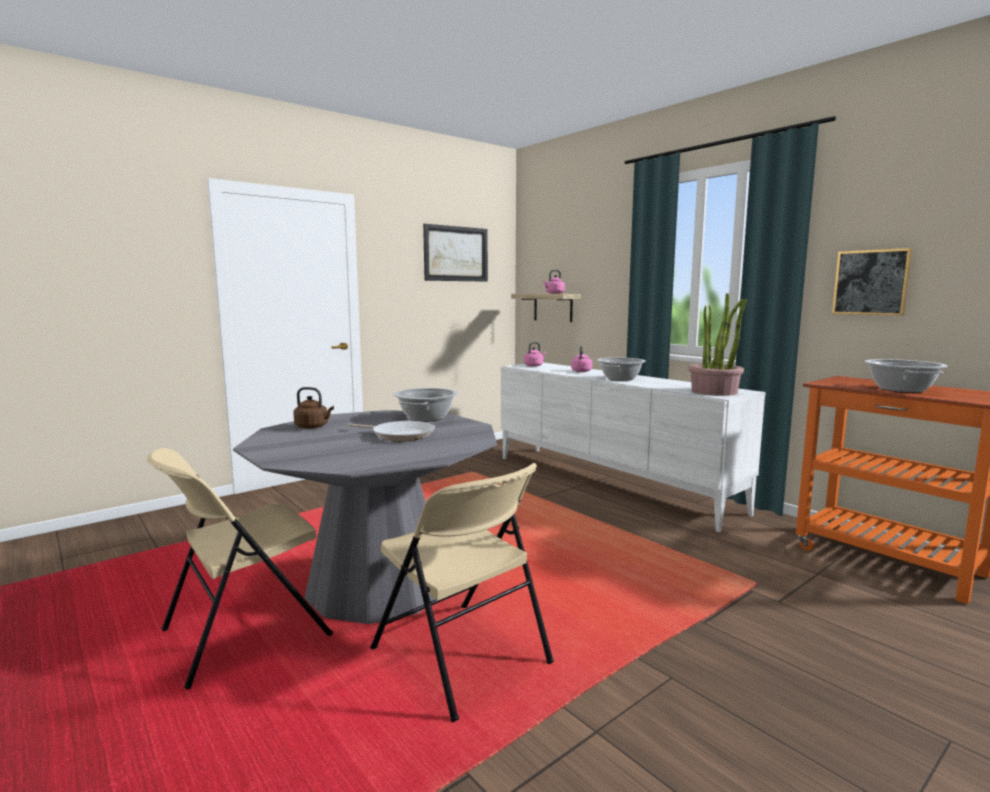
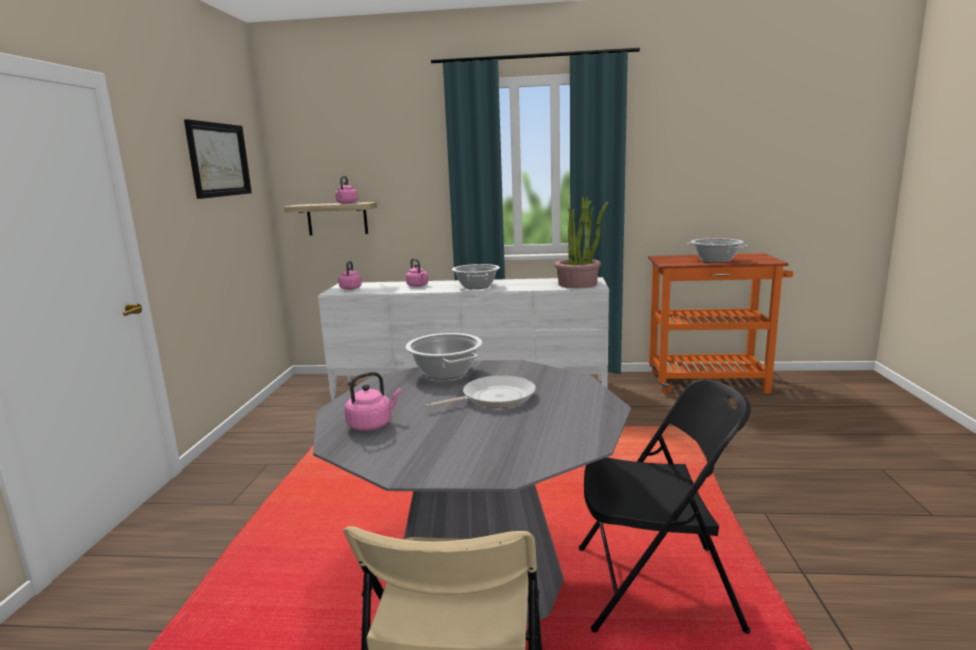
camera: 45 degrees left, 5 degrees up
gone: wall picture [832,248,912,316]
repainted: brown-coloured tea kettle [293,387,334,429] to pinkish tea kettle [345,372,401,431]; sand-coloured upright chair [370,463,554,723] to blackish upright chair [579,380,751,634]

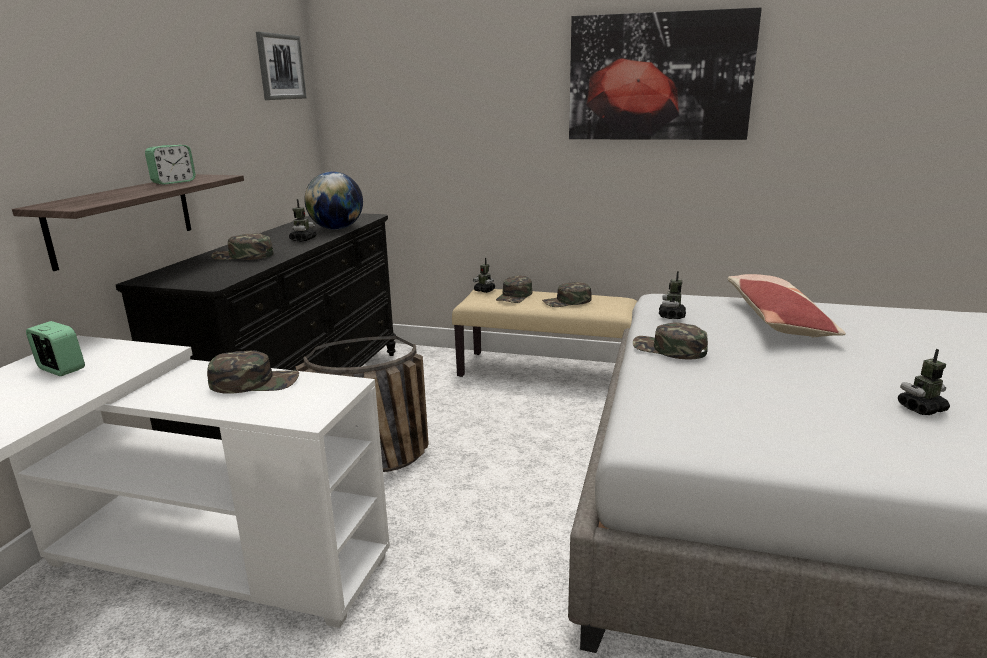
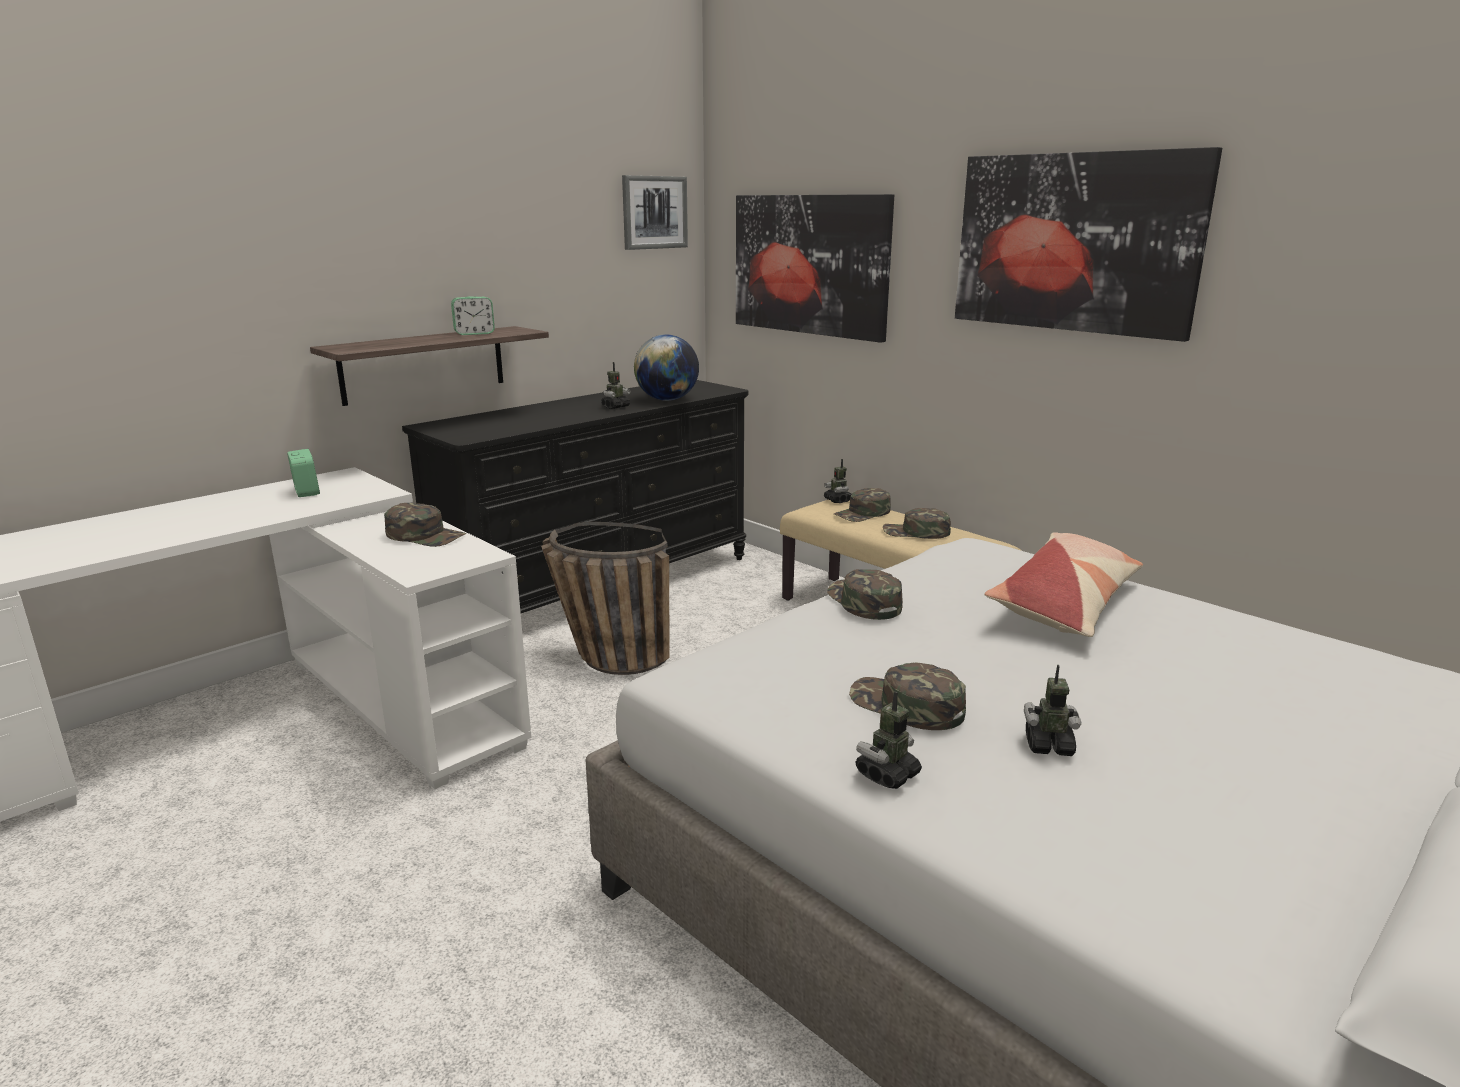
camera: 30 degrees right, 0 degrees up
new: wall picture [736,194,894,343]
shifted: green-coloured peaked cap [211,233,273,260] to [849,663,966,730]; model robot [659,271,686,319] to [855,691,922,789]

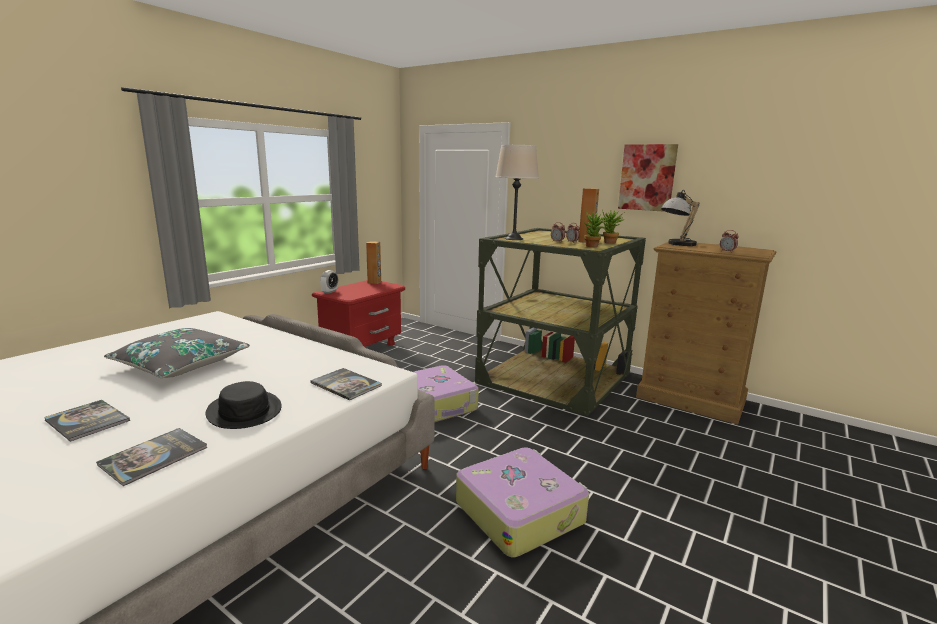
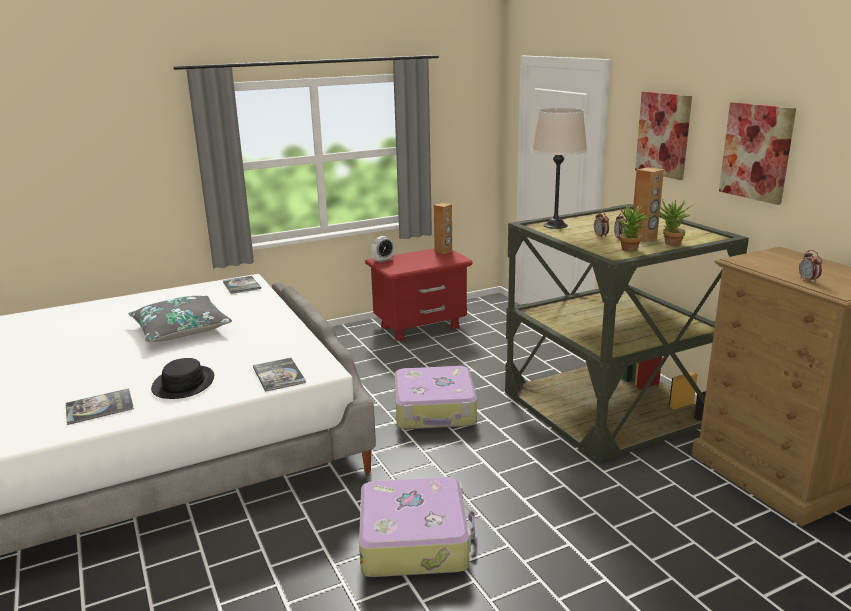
camera: 30 degrees right, 5 degrees up
gone: table lamp [661,190,700,246]
new: wall picture [635,91,692,180]
shifted: volume [44,400,130,442] to [223,276,261,294]

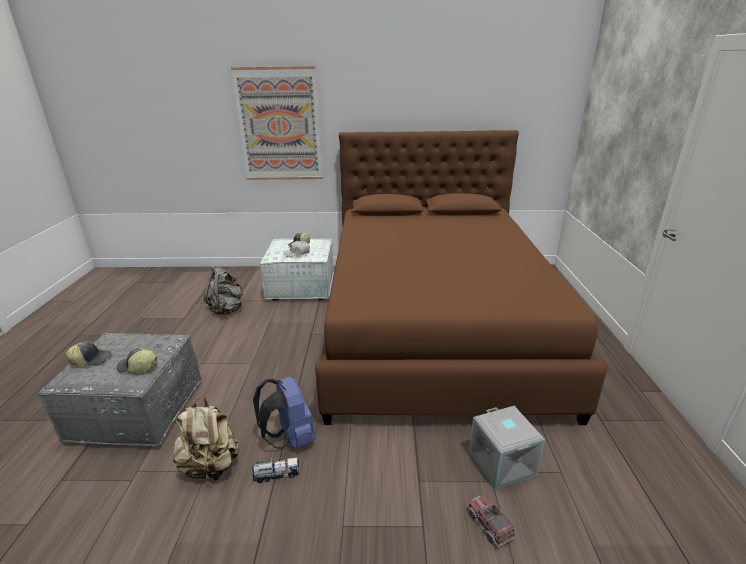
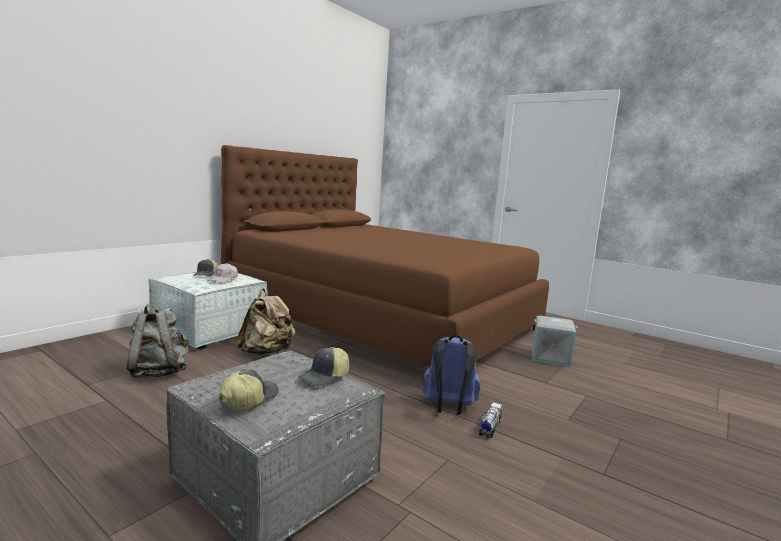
camera: 55 degrees left, 15 degrees down
gone: wall picture [231,66,323,180]; model truck [467,495,516,548]
shifted: sand-coloured rucksack [173,397,239,482] to [237,288,295,355]

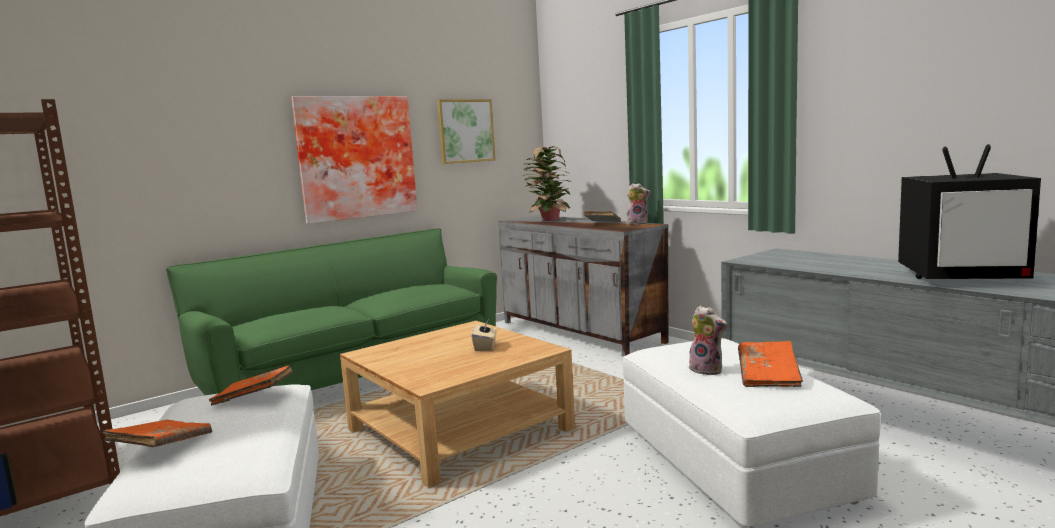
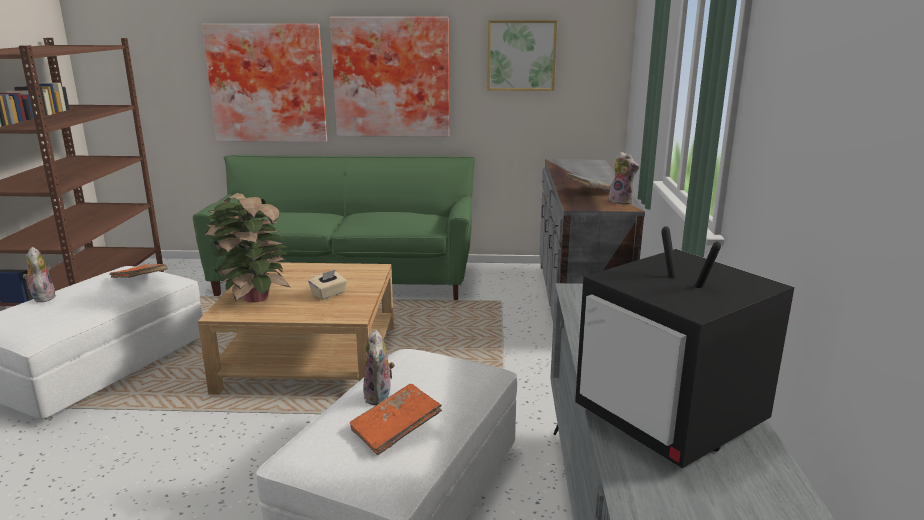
camera: 40 degrees right, 10 degrees up
new: wall picture [202,24,327,142]
shifted: plant in a pot [523,146,571,221] to [203,193,290,303]
swapped: orange-coloured volume [102,420,212,447] to soft toy [23,247,56,302]

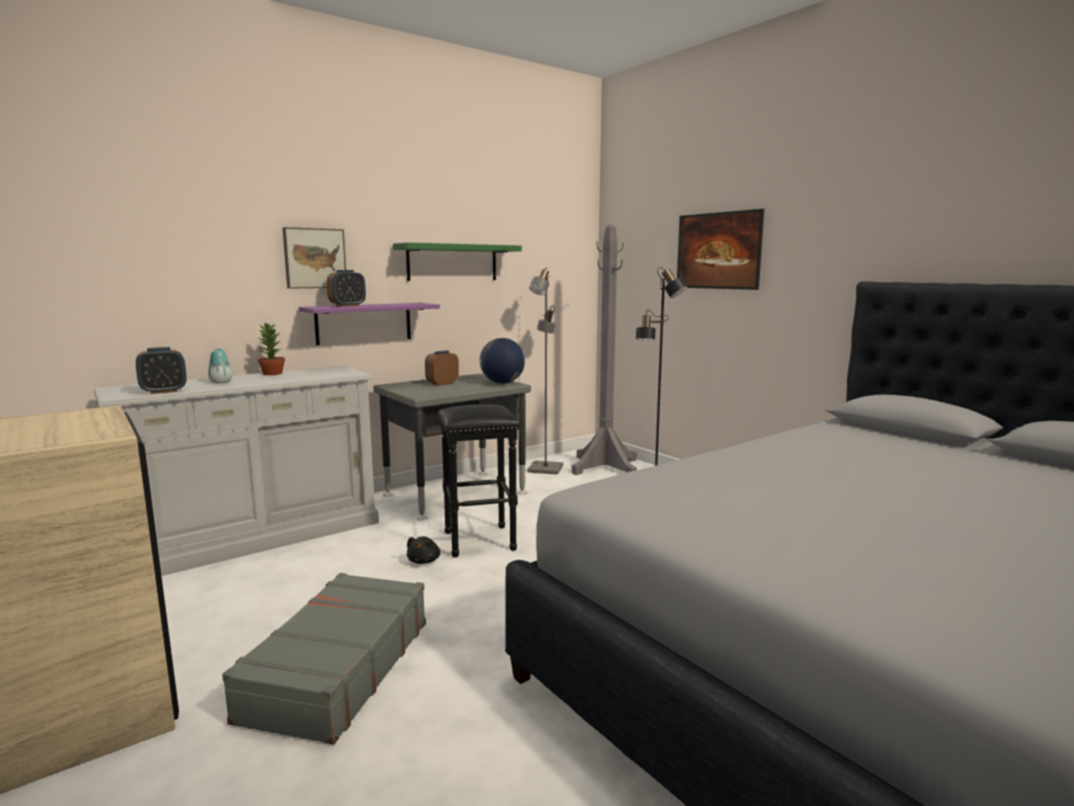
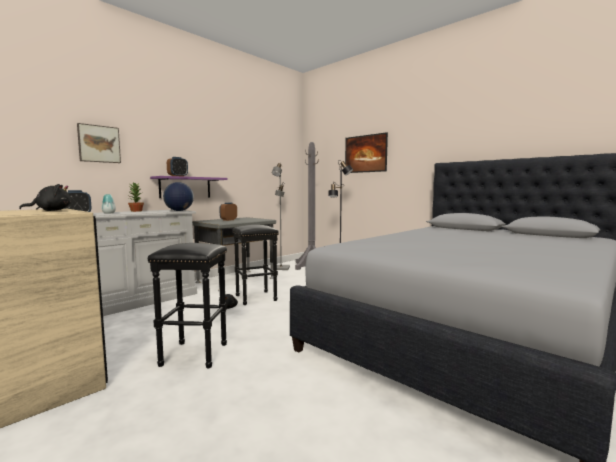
camera: 10 degrees left, 5 degrees down
gone: green-coloured bracket shelf [393,242,522,281]
new: blackish soft toy [19,184,71,211]
shifted: wall picture [283,227,346,289] to [77,123,121,163]; world globe [480,338,525,383] to [163,182,194,211]
swapped: gray travel case [222,573,426,745] to blackish stool [148,243,227,368]

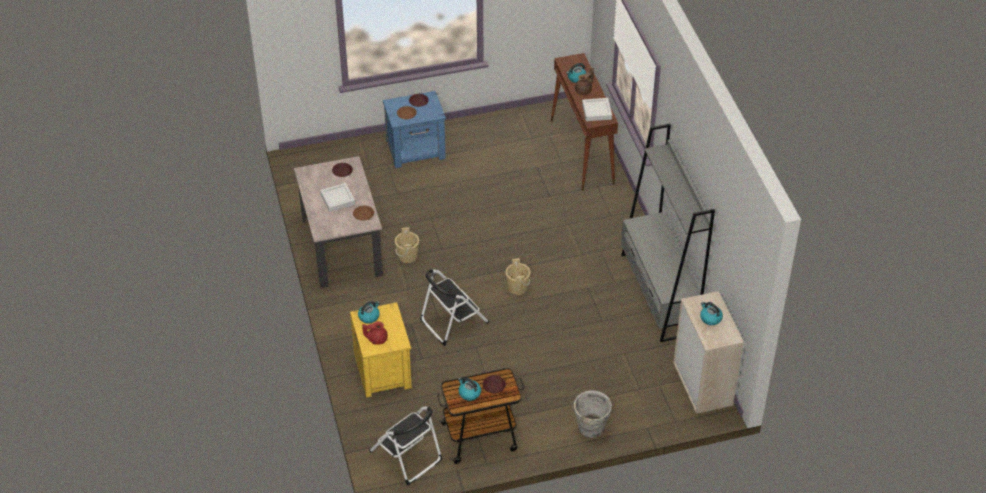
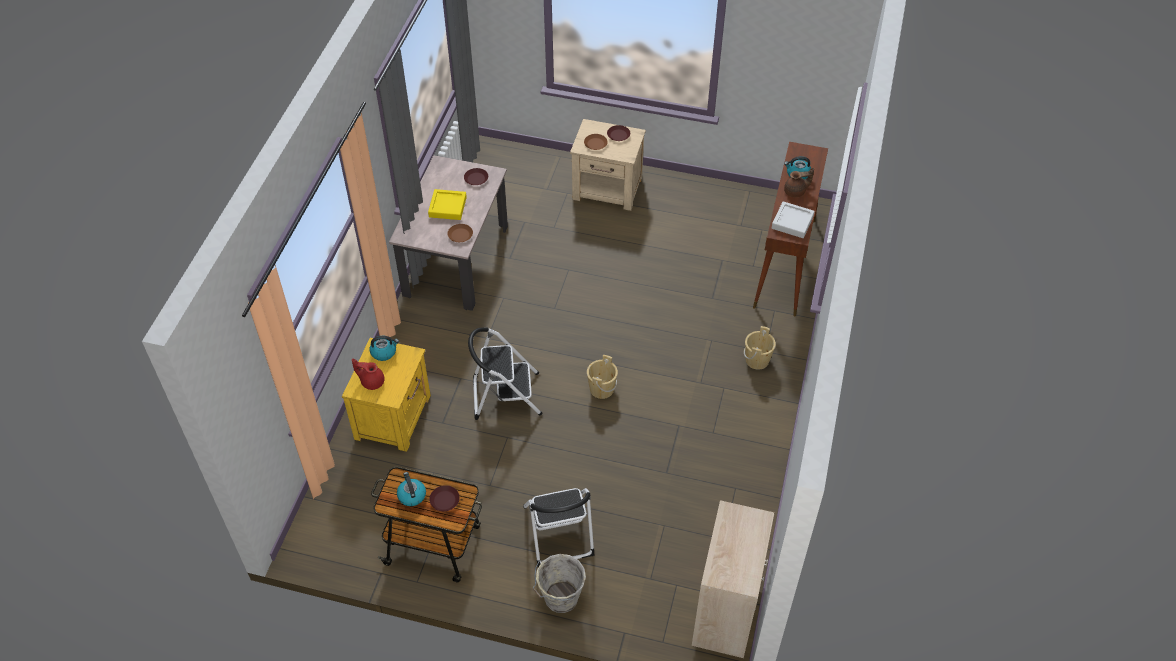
camera: 30 degrees right, 5 degrees up
gone: gray bookcase [621,124,715,342]; tea kettle [700,302,723,325]
shifted: stepladder [369,407,443,486] to [523,488,594,567]; sand-coloured bucket [395,227,419,263] to [744,326,776,370]
repainted: gray tray [320,183,355,212] to yellowish tray [428,189,467,220]; bluish night table [383,91,446,168] to sand-coloured night table [570,119,646,211]

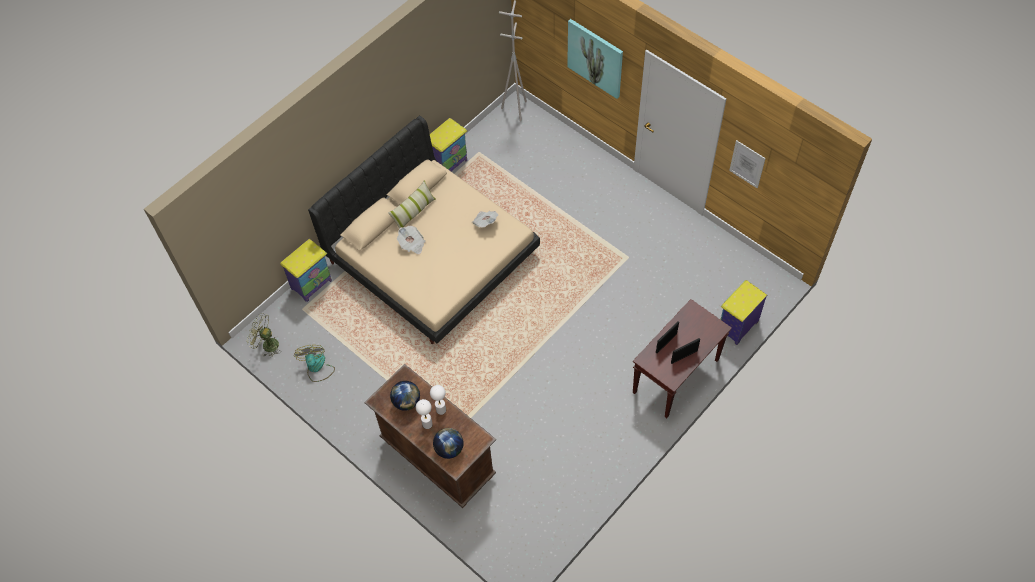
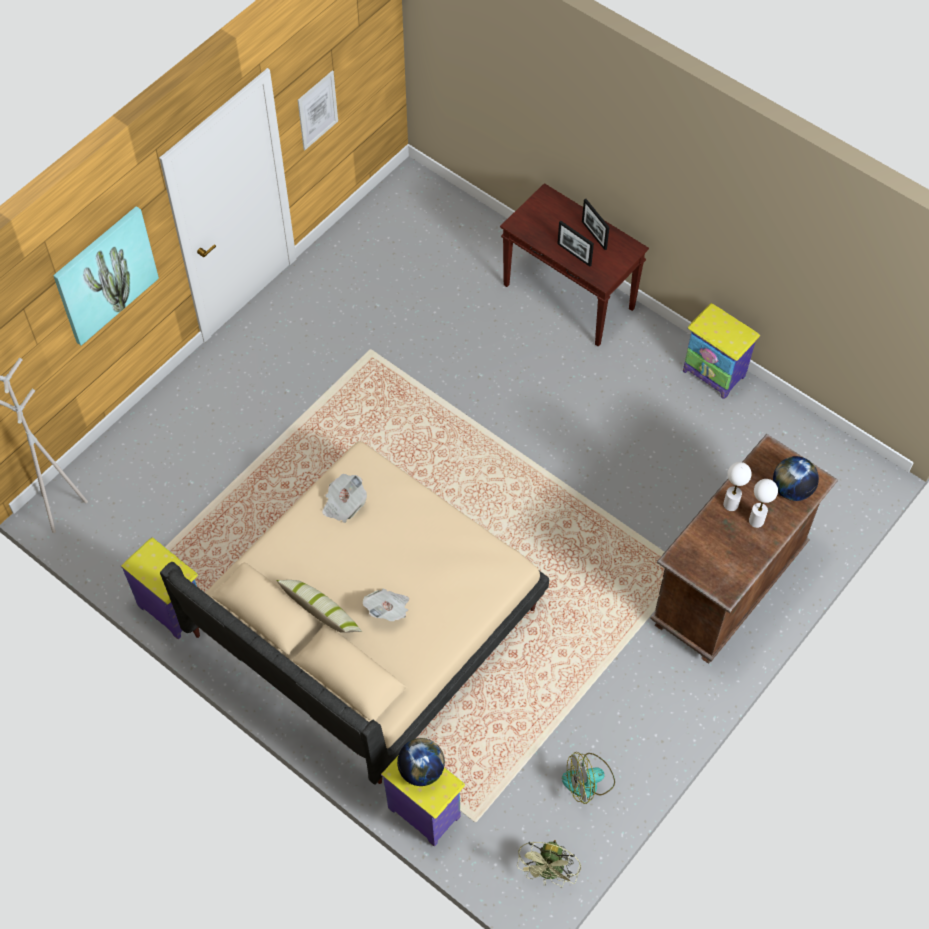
camera: 95 degrees left, 0 degrees up
shifted: world globe [390,381,420,411] to [397,738,445,786]; night table [720,280,767,345] to [683,303,760,399]

